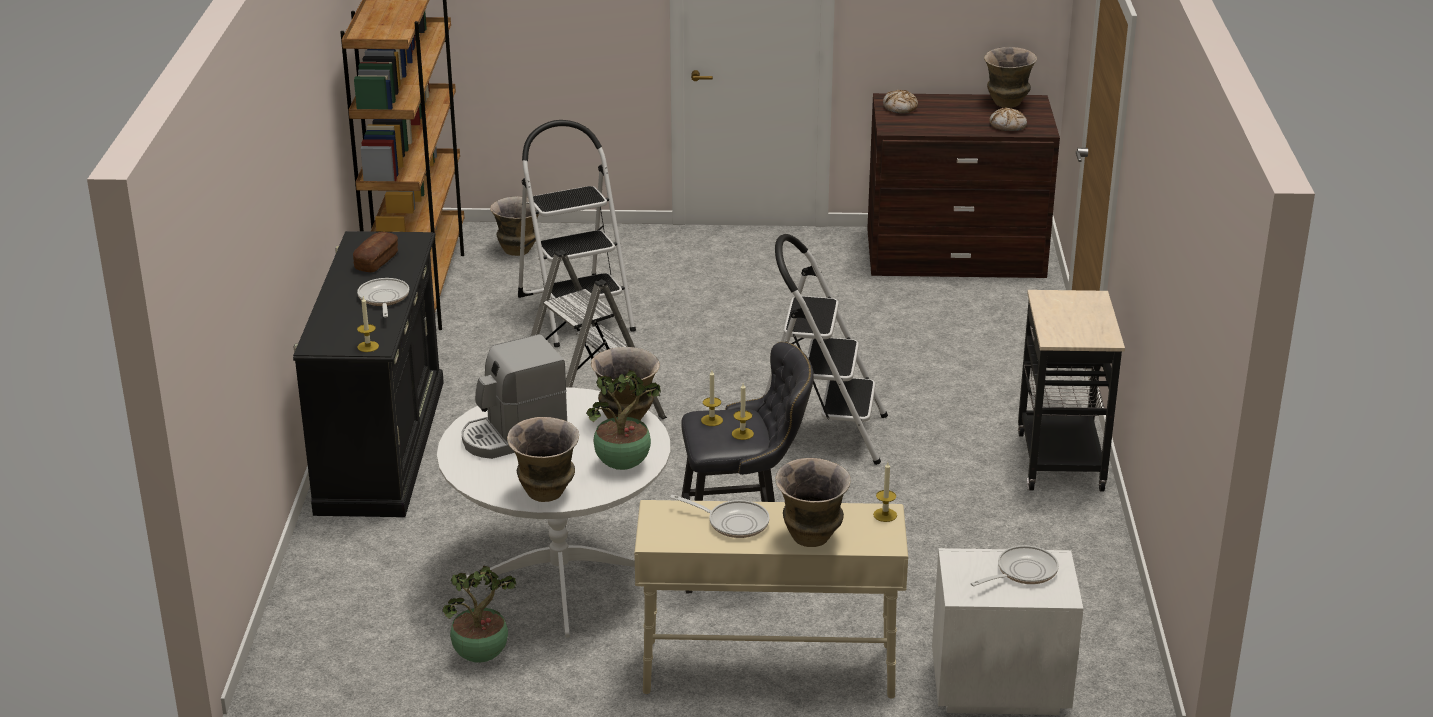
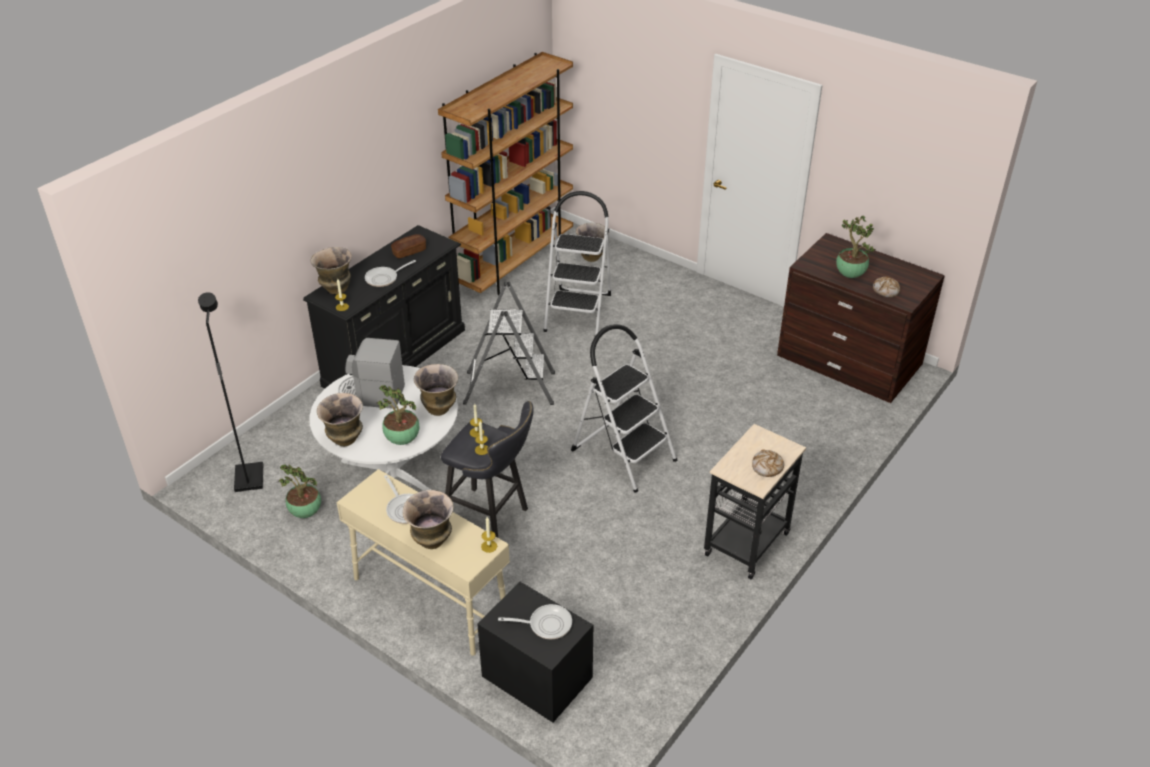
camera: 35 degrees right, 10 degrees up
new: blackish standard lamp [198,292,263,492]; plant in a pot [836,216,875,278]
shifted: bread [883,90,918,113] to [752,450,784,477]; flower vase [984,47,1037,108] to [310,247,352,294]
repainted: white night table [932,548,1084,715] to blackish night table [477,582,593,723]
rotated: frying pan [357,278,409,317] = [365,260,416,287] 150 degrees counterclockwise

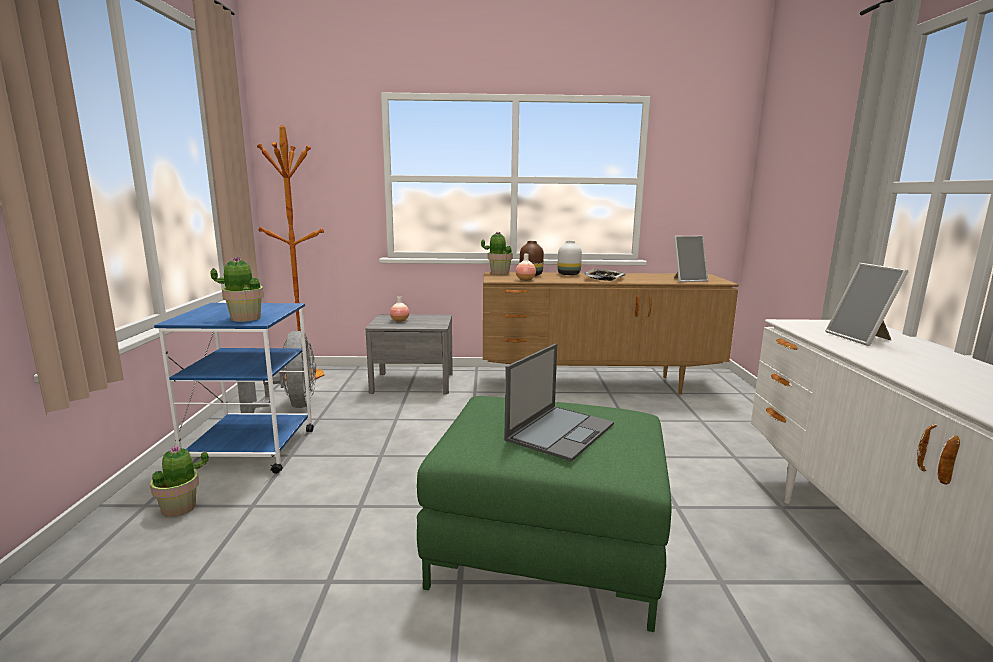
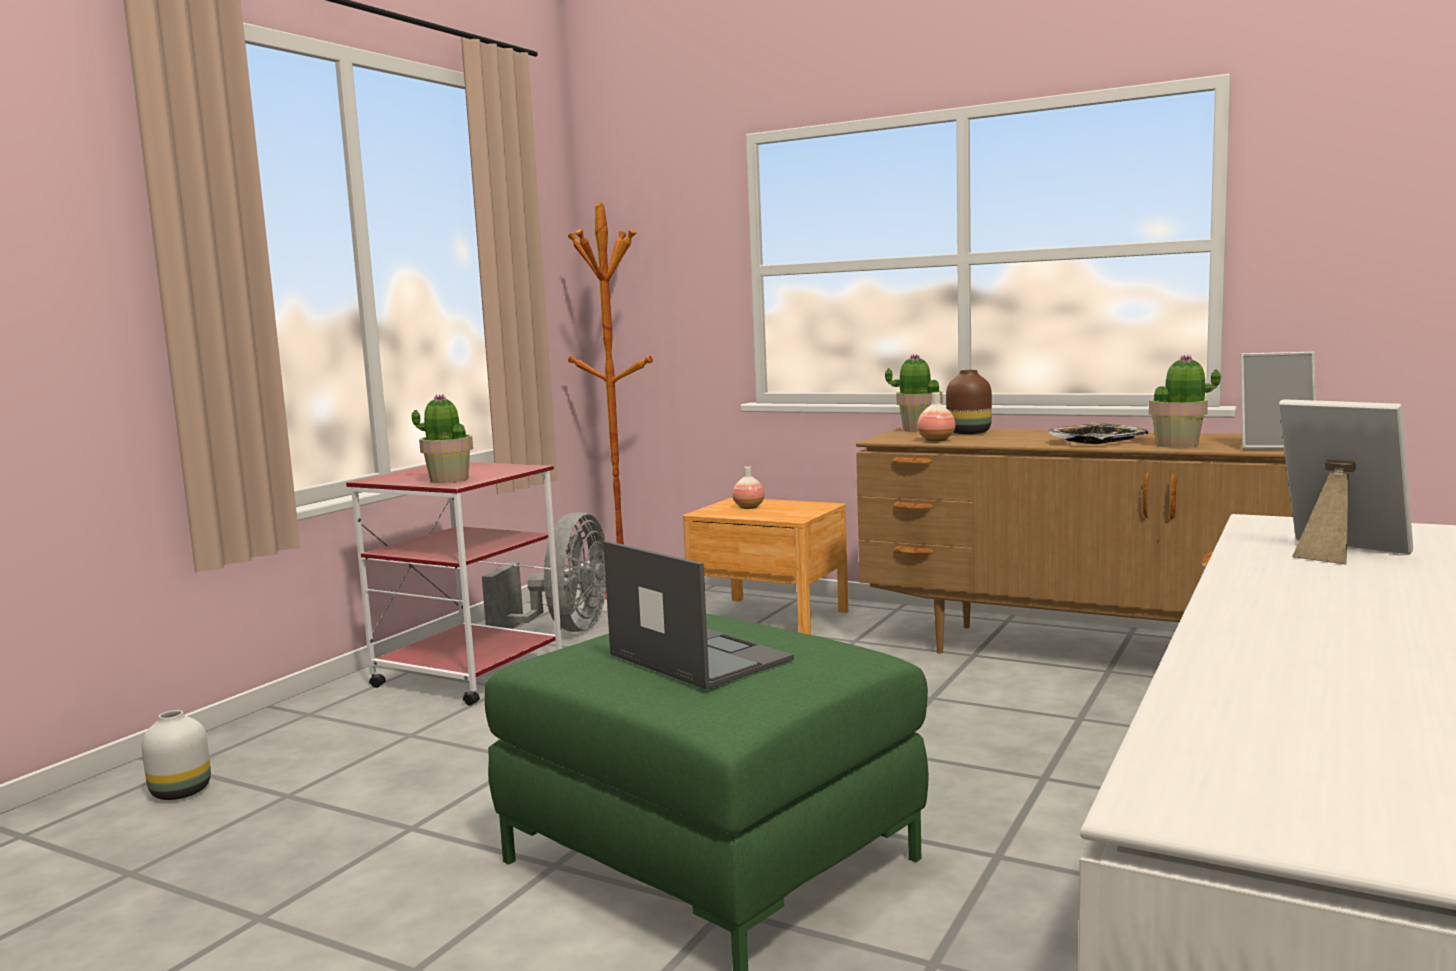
camera: 30 degrees right, 5 degrees down
shifted: plant in a pot [150,445,209,517] to [1149,355,1221,448]; white flower vase [558,241,582,275] to [142,710,211,800]
repainted: bluish wheeled cart [154,303,314,474] to red-coloured wheeled cart [346,462,562,706]; gray night table [366,314,453,394] to brown-coloured night table [683,498,848,635]
rotated: portable computer [504,344,614,462] = [603,541,794,689] 105 degrees counterclockwise; standing frame [826,263,909,346] = [1278,399,1413,564] 120 degrees clockwise

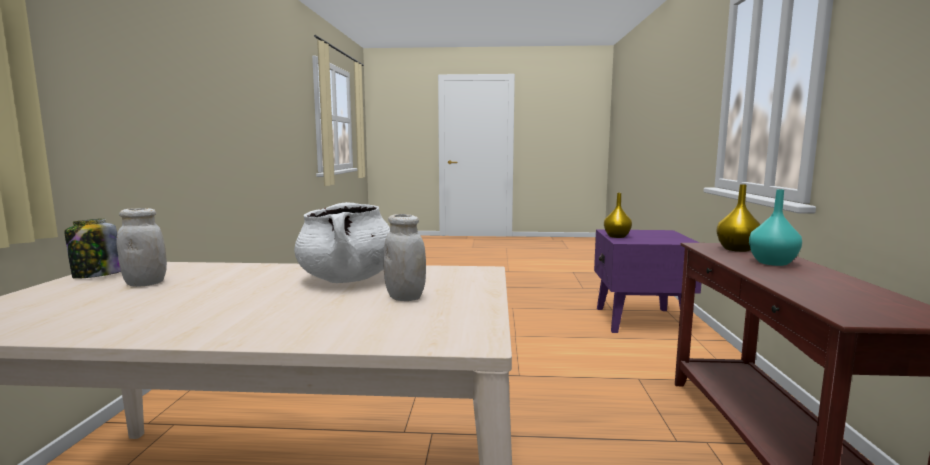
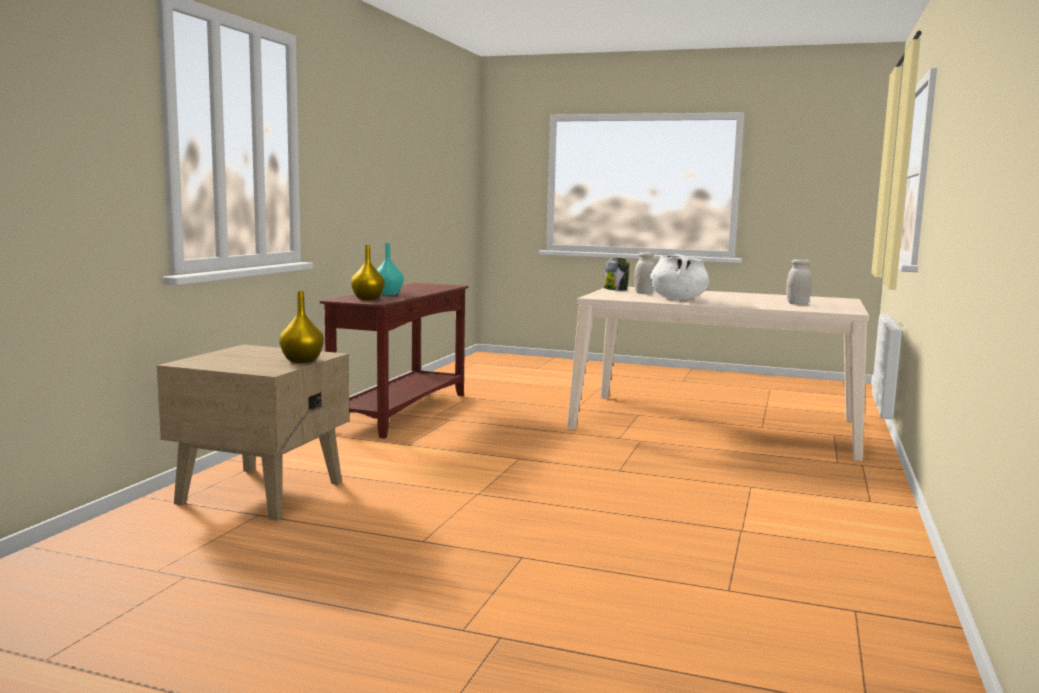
camera: 165 degrees left, 0 degrees up
shifted: preserve jar [65,218,121,279] to [603,258,630,291]
repainted: purple night table [594,229,702,333] to sand-coloured night table [157,344,349,521]

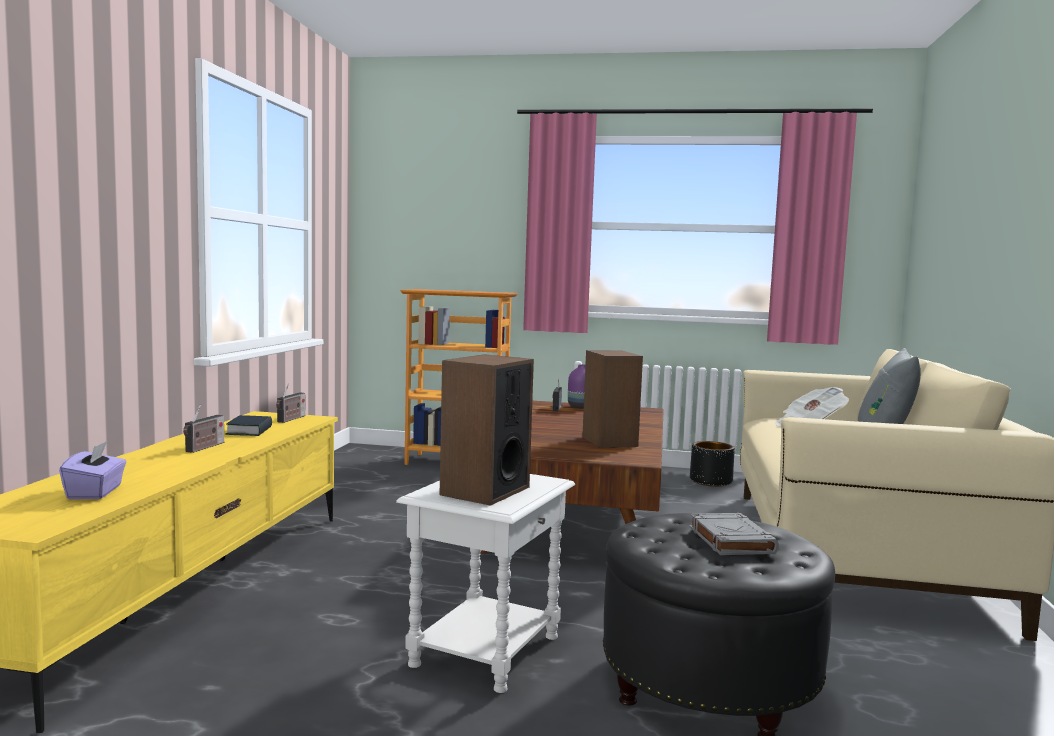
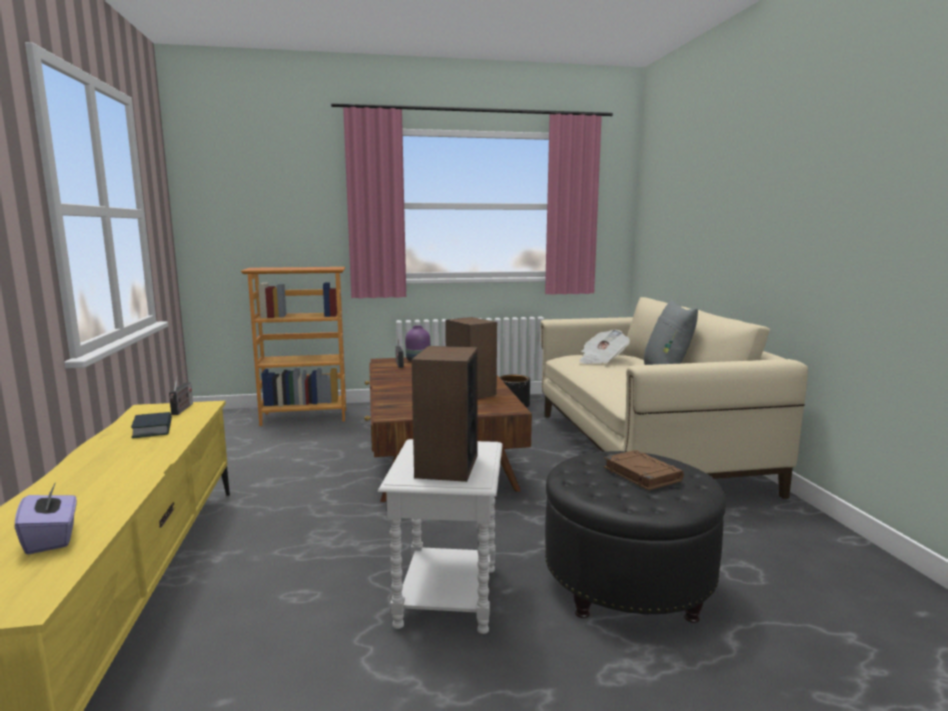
camera: 20 degrees left, 5 degrees up
gone: radio receiver [183,405,224,453]
repainted: gray volume [690,513,779,555] to brown-coloured volume [604,450,684,490]

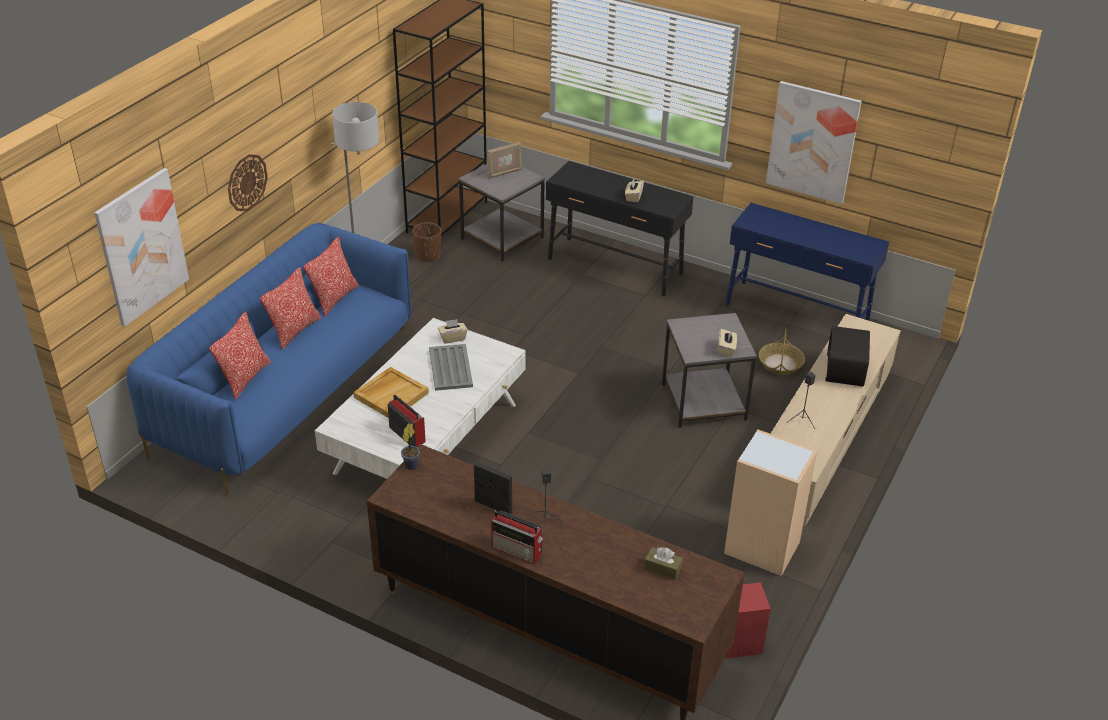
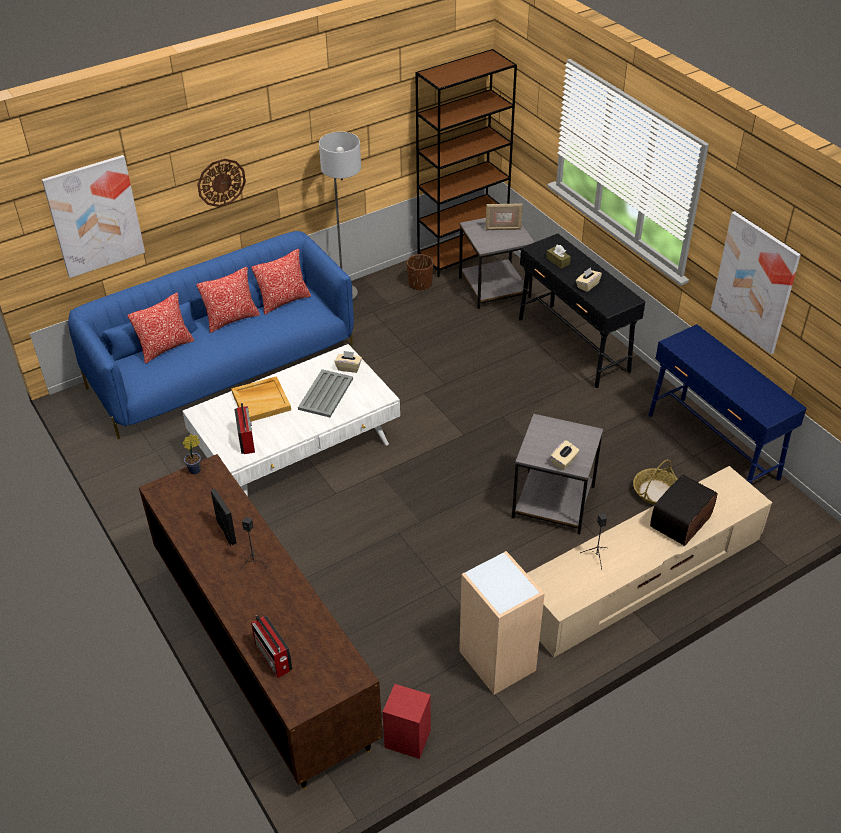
camera: 30 degrees right, 5 degrees up
shifted: radio receiver [491,510,543,564] to [251,615,292,678]; brown-coloured box of tissues [644,547,683,580] to [546,245,571,269]

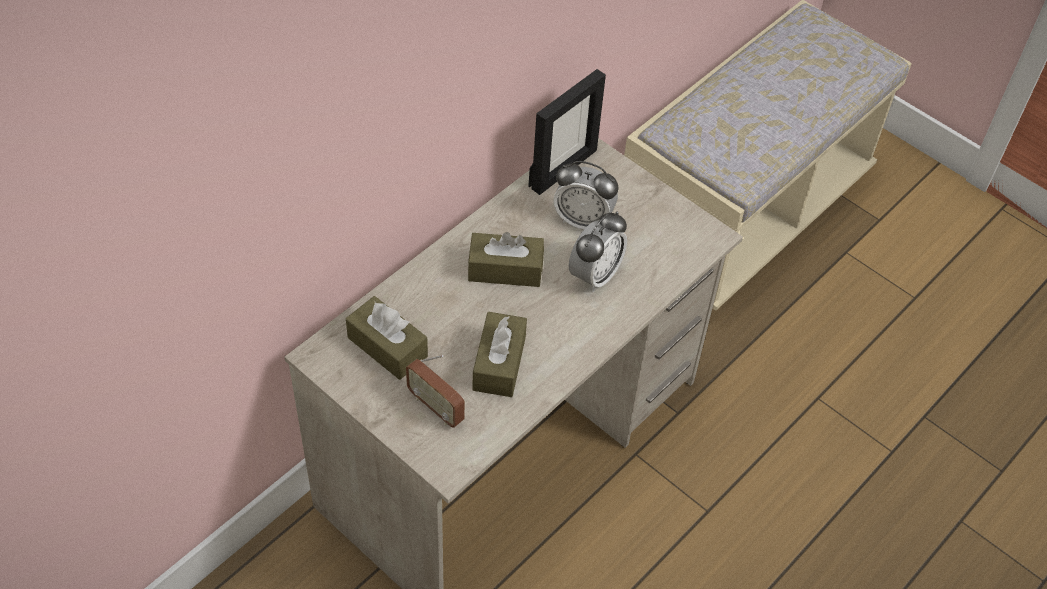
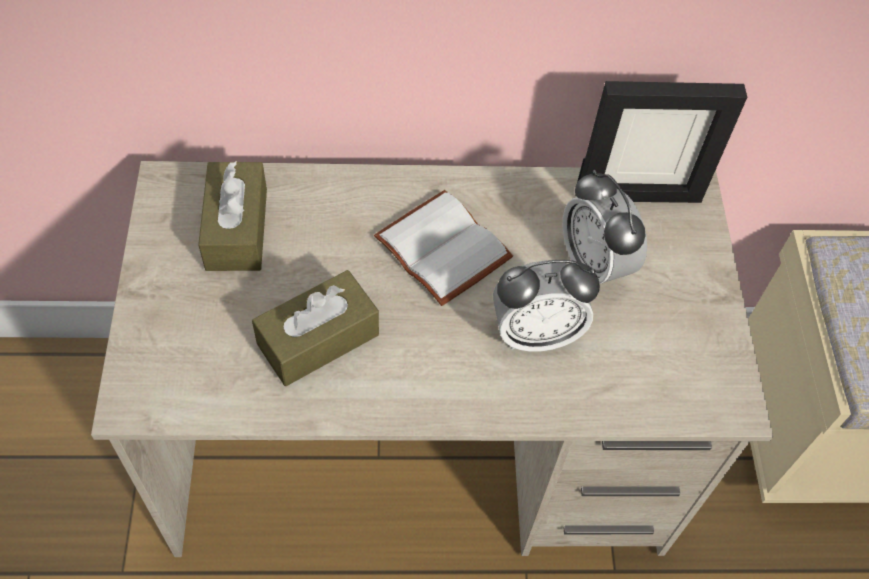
camera: 45 degrees right, 5 degrees up
gone: radio receiver [406,355,465,428]
swapped: brown-coloured box of tissues [468,232,544,287] to white volume [374,190,513,306]

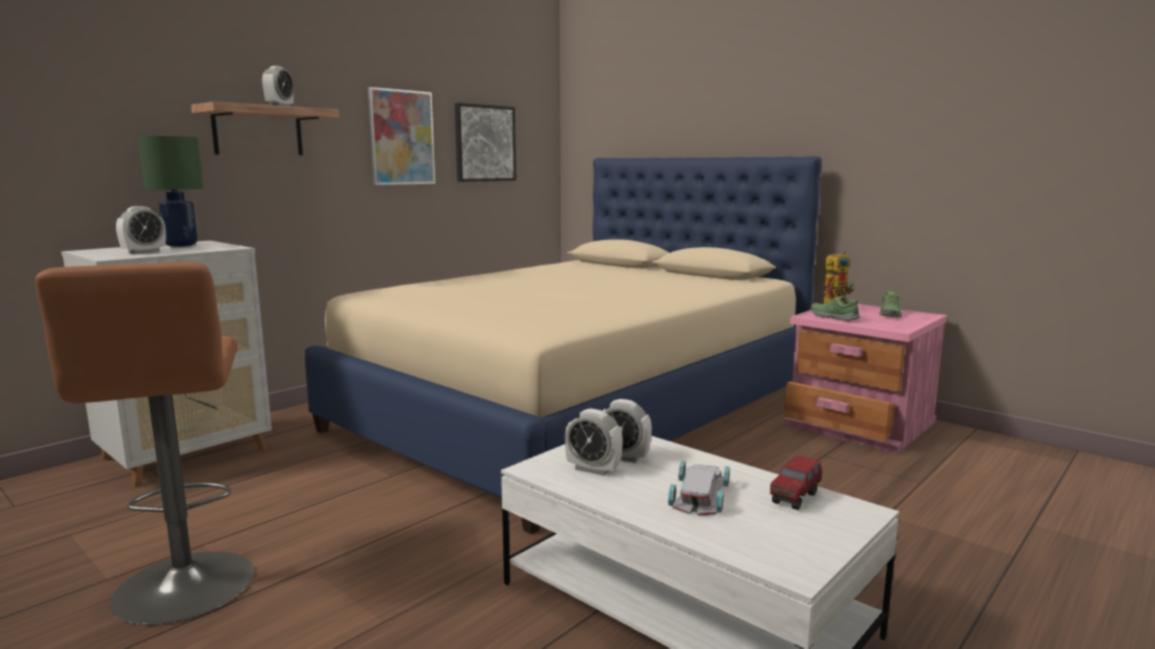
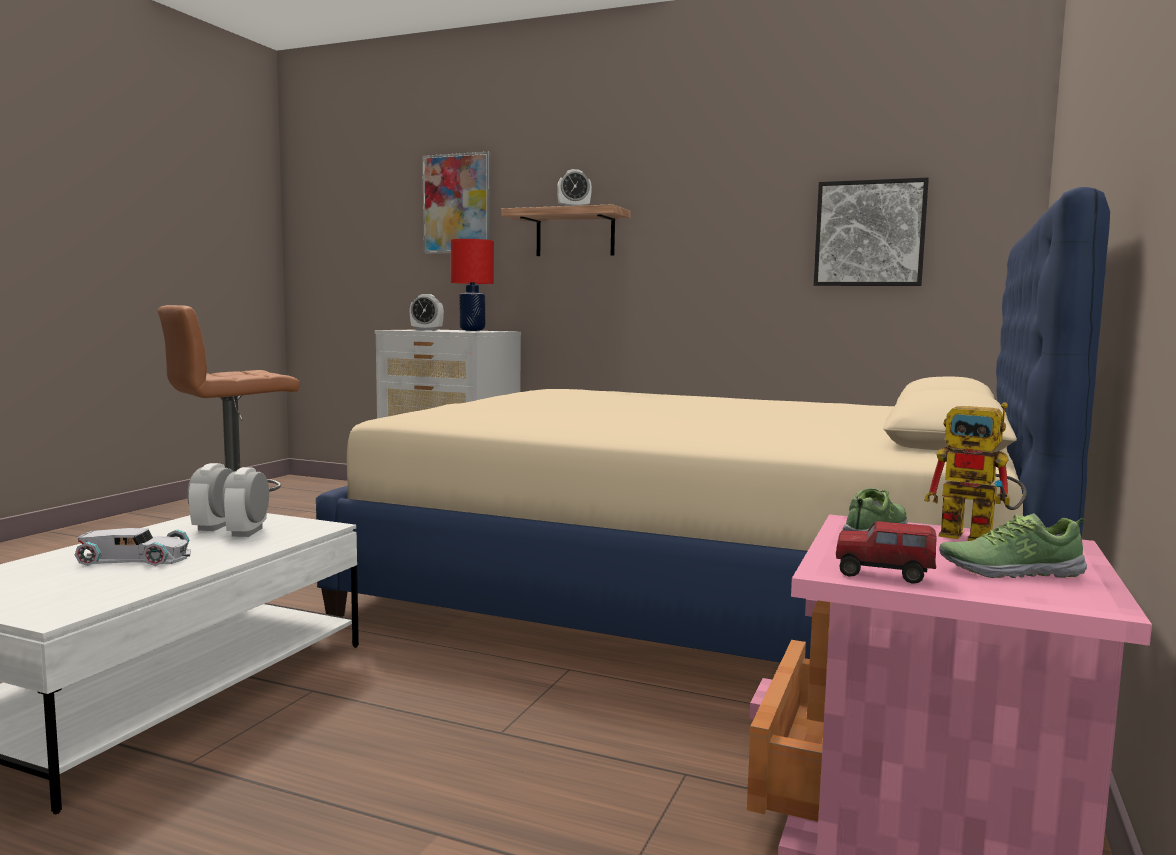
camera: 70 degrees right, 5 degrees down
shifted: wall picture [368,87,435,185] to [423,152,491,253]; model truck [770,456,822,510] to [836,521,937,584]
repainted: green-coloured table lamp [138,135,203,247] to red-coloured table lamp [451,239,494,331]

